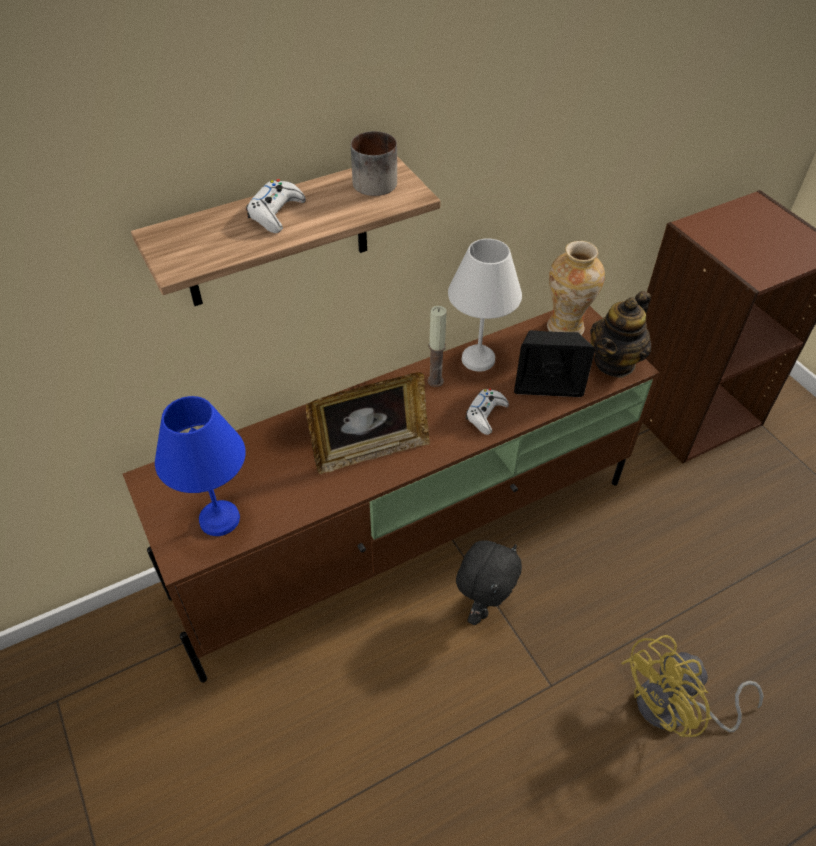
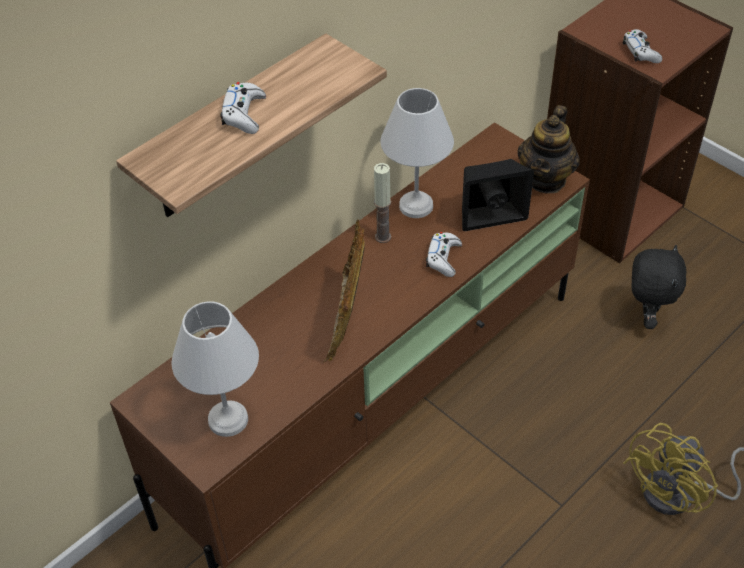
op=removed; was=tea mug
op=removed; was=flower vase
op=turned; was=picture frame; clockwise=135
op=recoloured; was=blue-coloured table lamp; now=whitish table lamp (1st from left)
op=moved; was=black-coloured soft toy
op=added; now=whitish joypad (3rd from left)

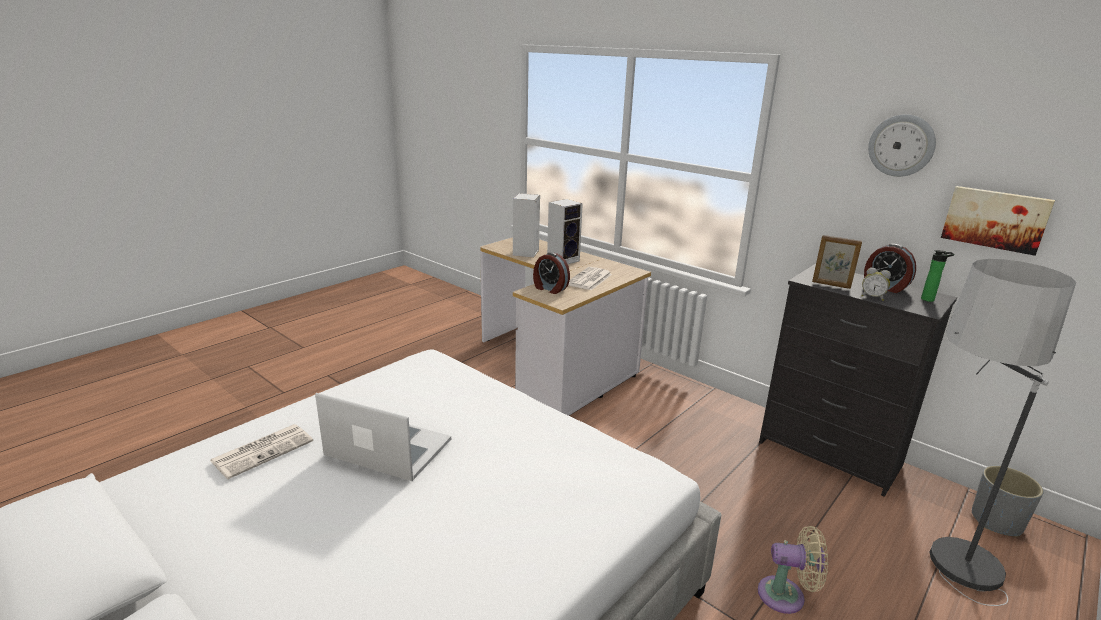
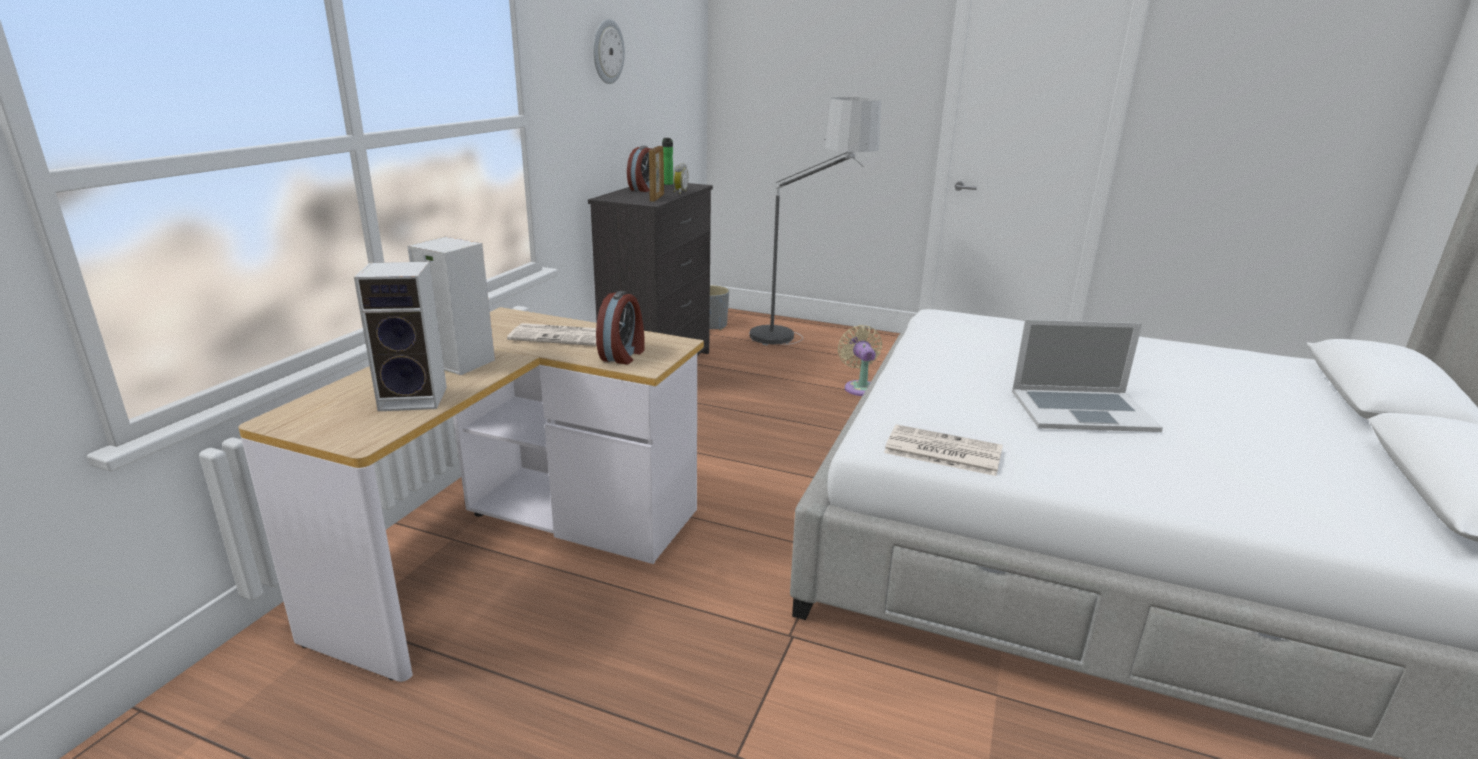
op=removed; was=wall picture
op=turned; was=notebook computer; clockwise=-90
op=moved; was=newspaper (1st from left in the first image); now=newspaper (2nd from left)

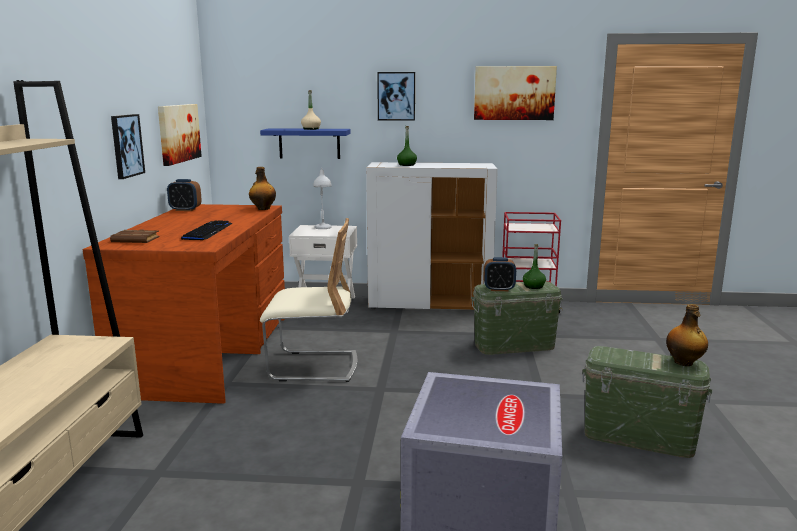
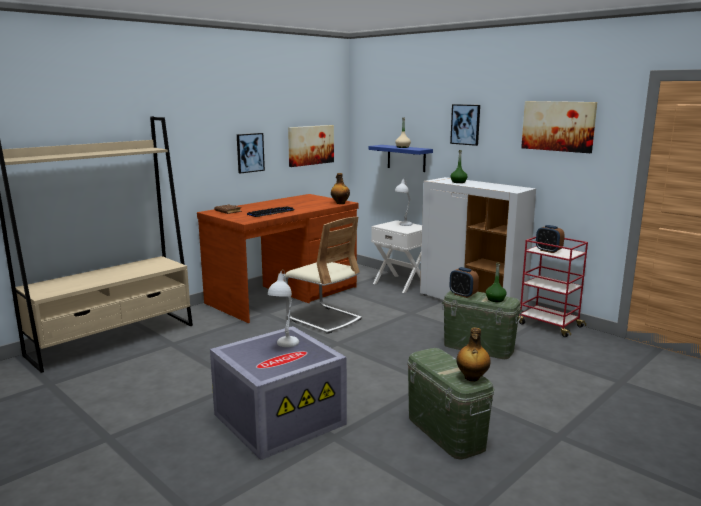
op=moved; was=alarm clock (1st from left in the first image); now=alarm clock (2nd from left)
op=added; now=whitish table lamp (1st from left)

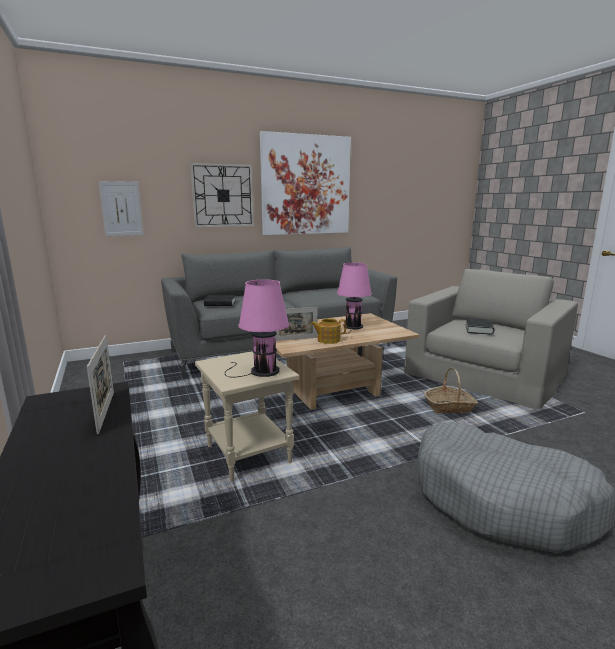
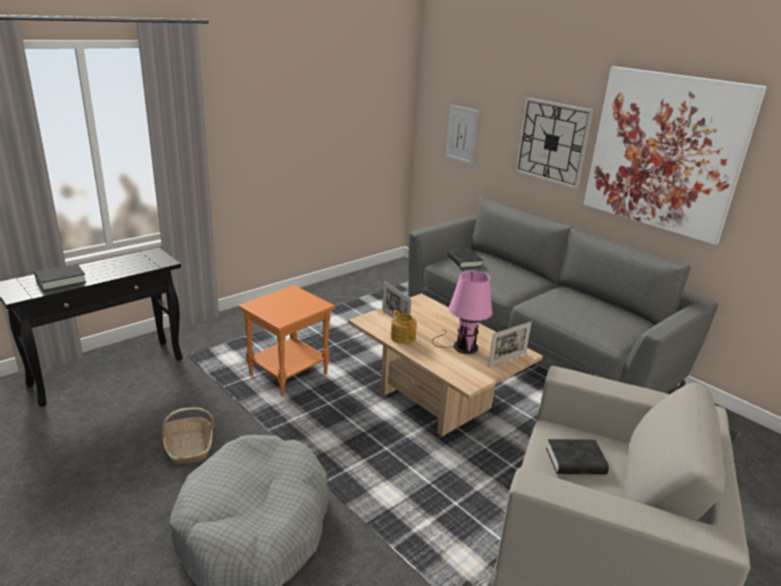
op=removed; was=pink-coloured table lamp (1st from left)
op=moved; was=picture frame (1st from left in the first image); now=picture frame (2nd from left)
op=recoloured; was=beige-coloured accent table; now=orange-coloured accent table
op=moved; was=household basket
op=added; now=black-coloured bound book (1st from left)

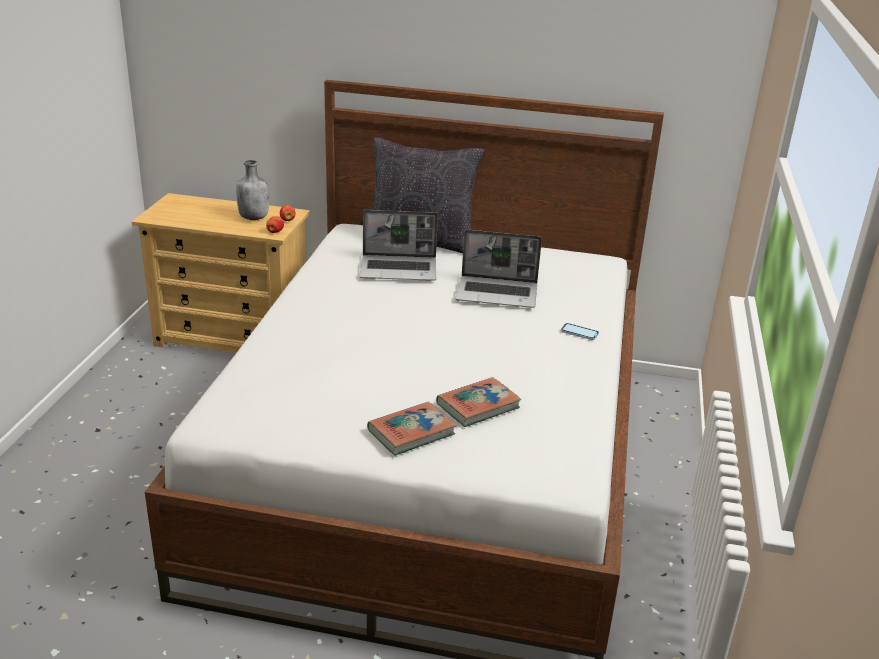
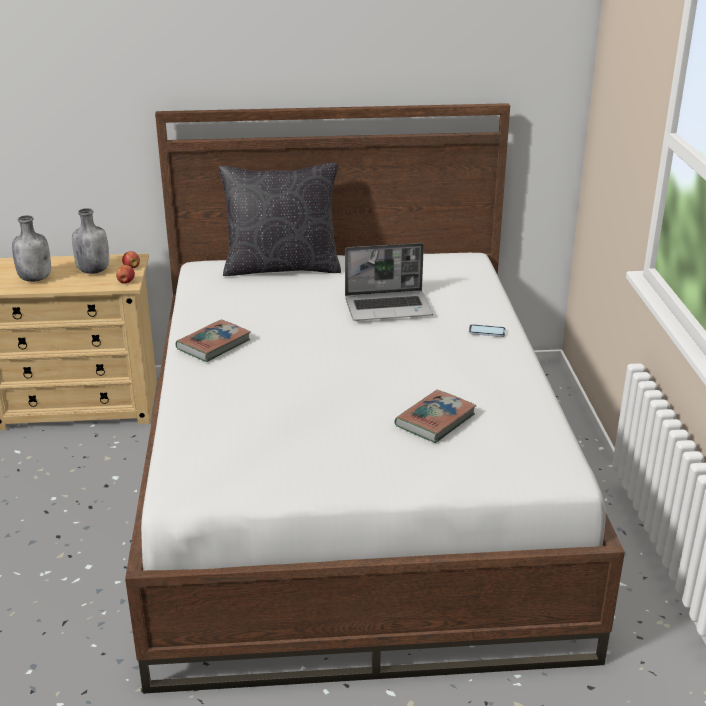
op=removed; was=notebook computer (1st from left)
op=moved; was=bound book (1st from left)
op=added; now=grey bottle (1st from left)

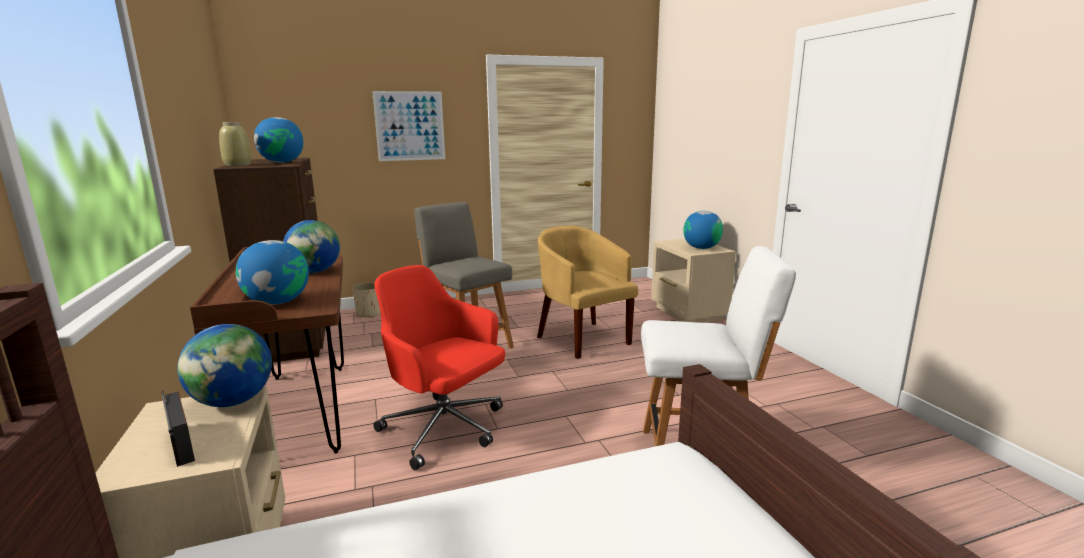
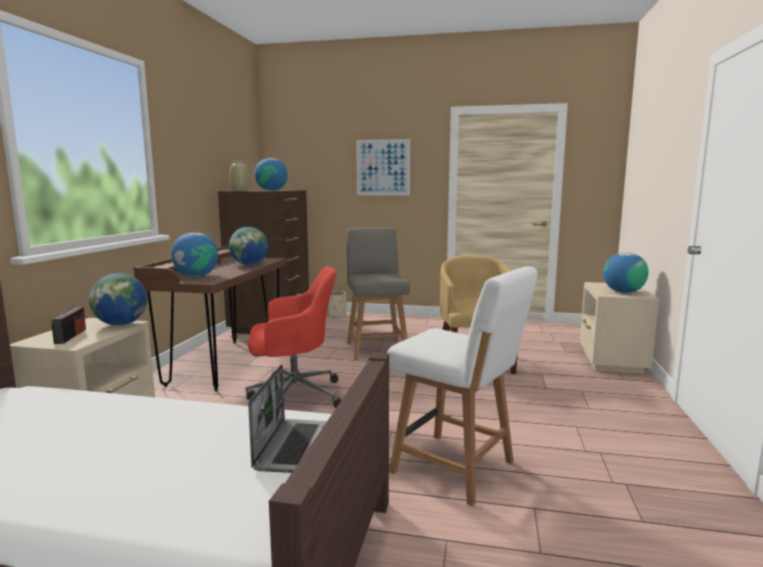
op=turned; was=reddish computer chair; clockwise=105
op=added; now=notebook computer

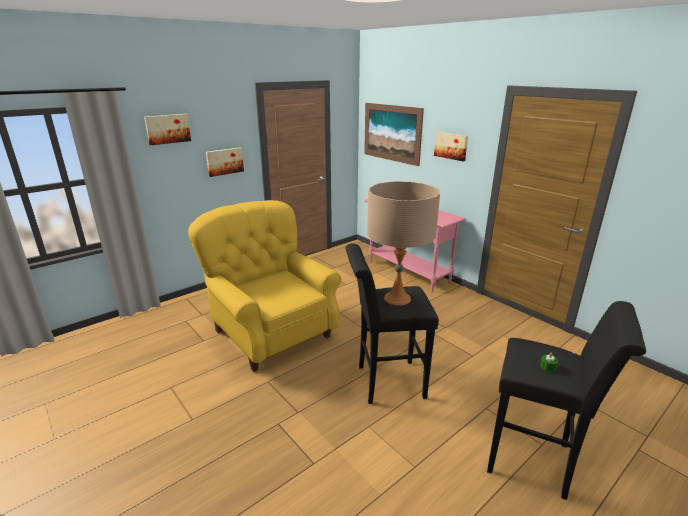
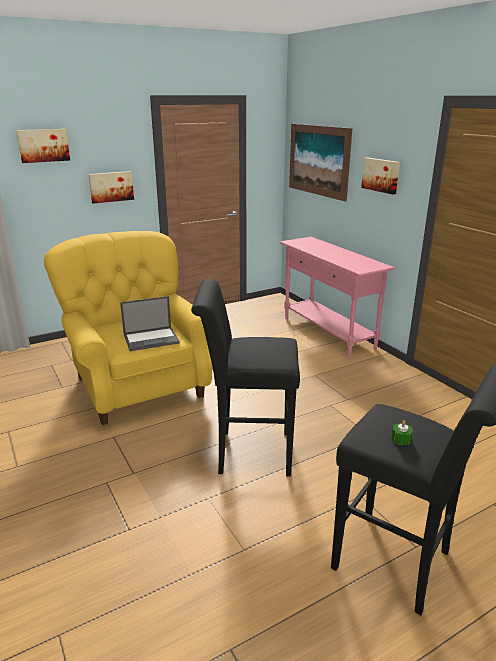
op=removed; was=beige-coloured table lamp
op=added; now=notebook computer

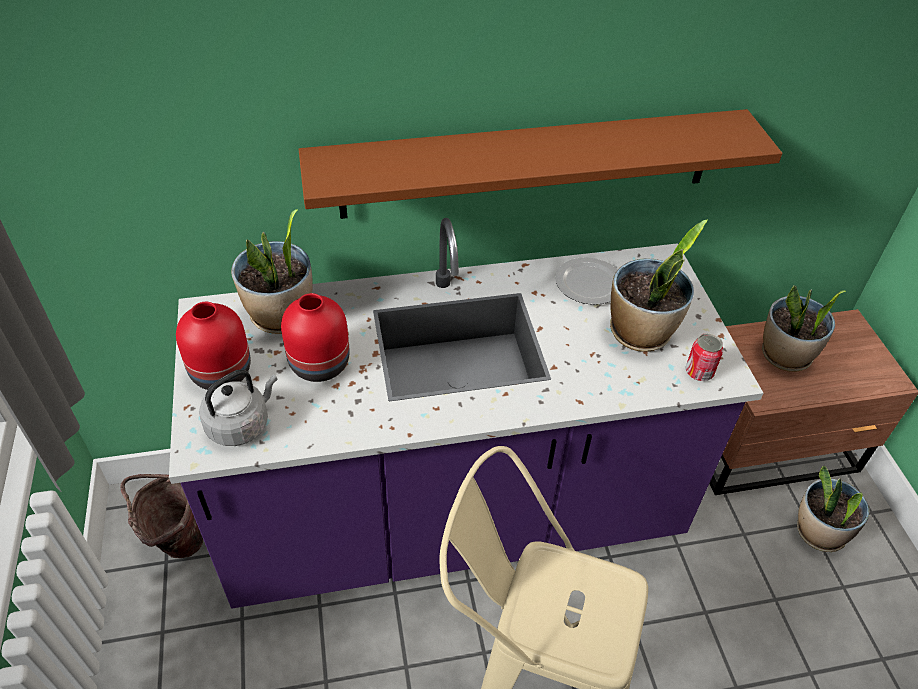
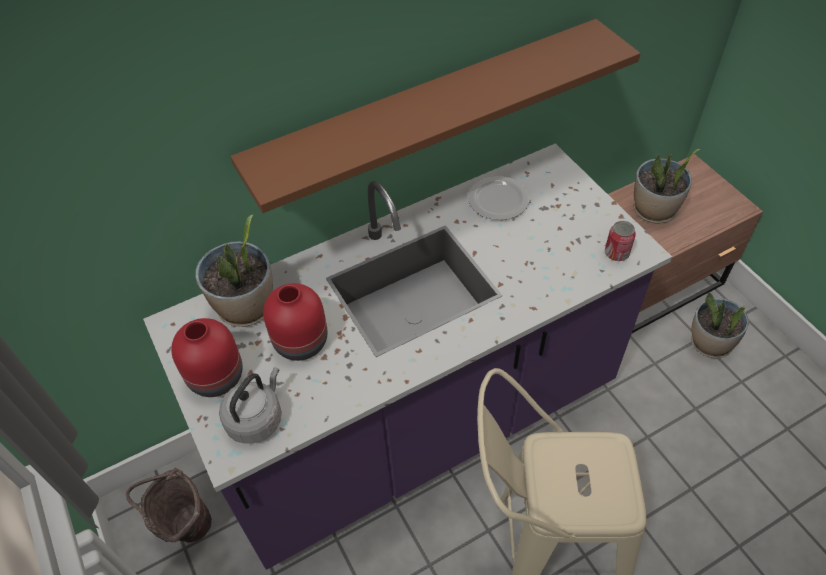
op=removed; was=houseplant (2nd from left)

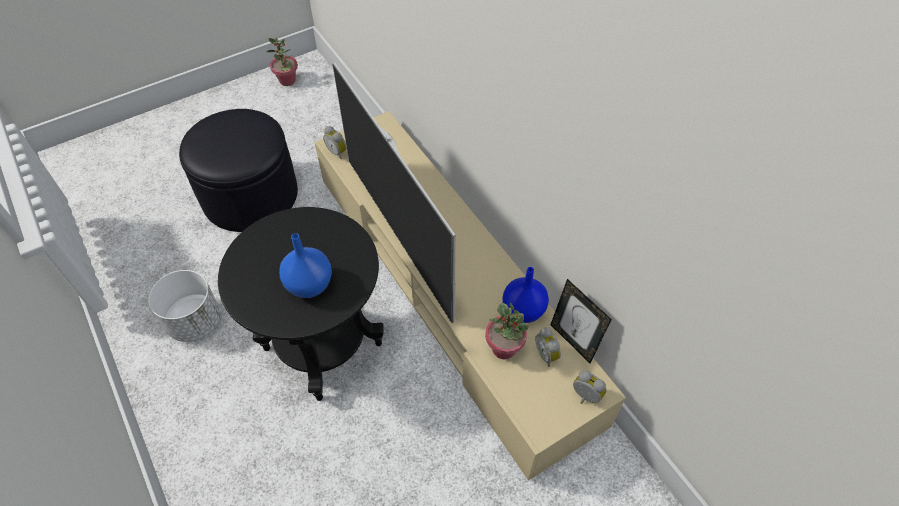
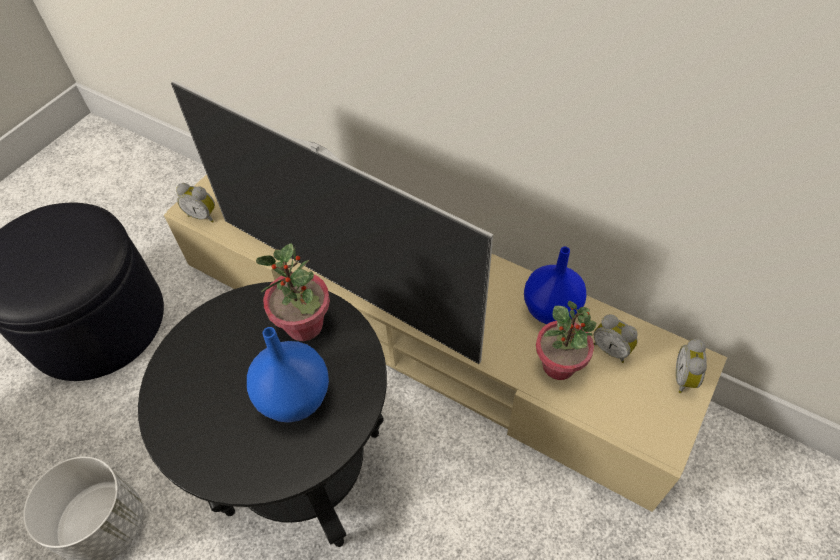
op=moved; was=houseplant (1st from left)
op=removed; was=picture frame
op=turned; was=alarm clock (3rd from left); clockwise=-90

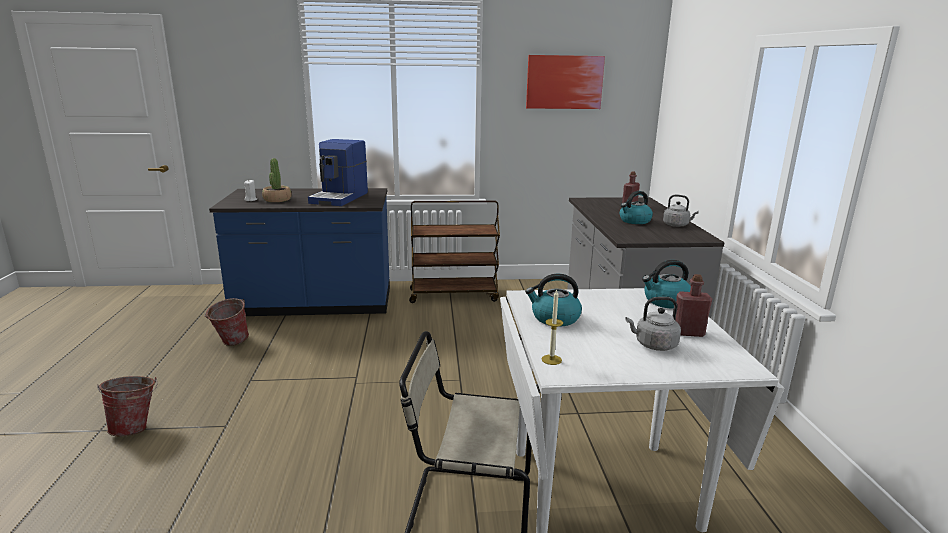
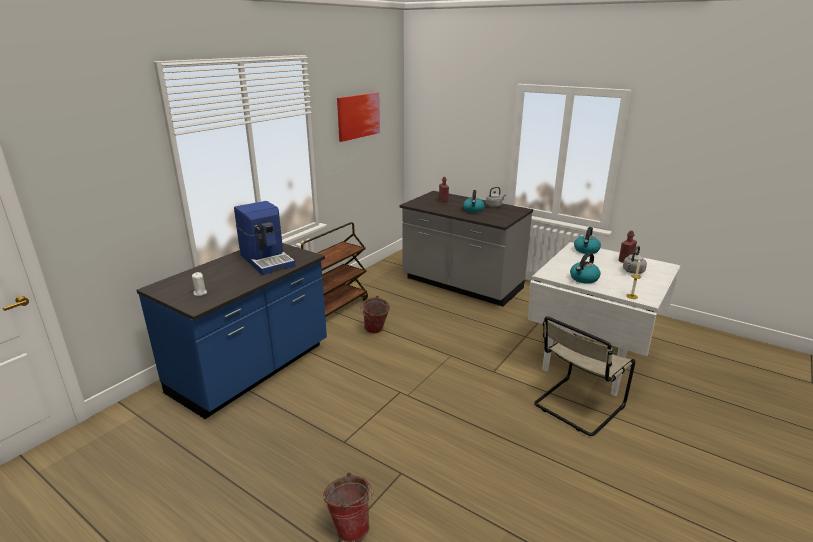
op=removed; was=houseplant
op=moved; was=water bucket (2nd from left)

